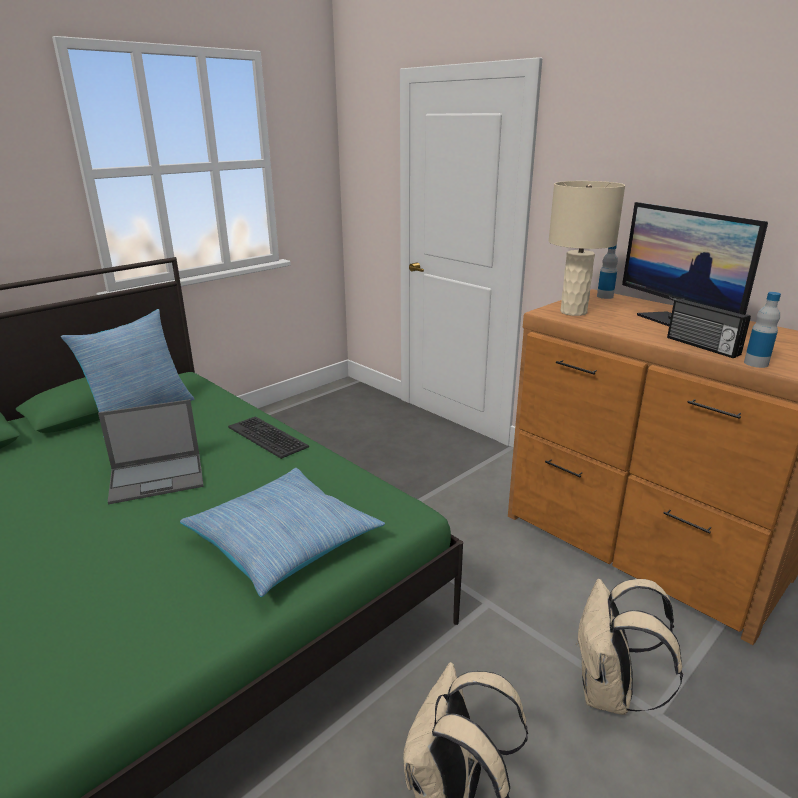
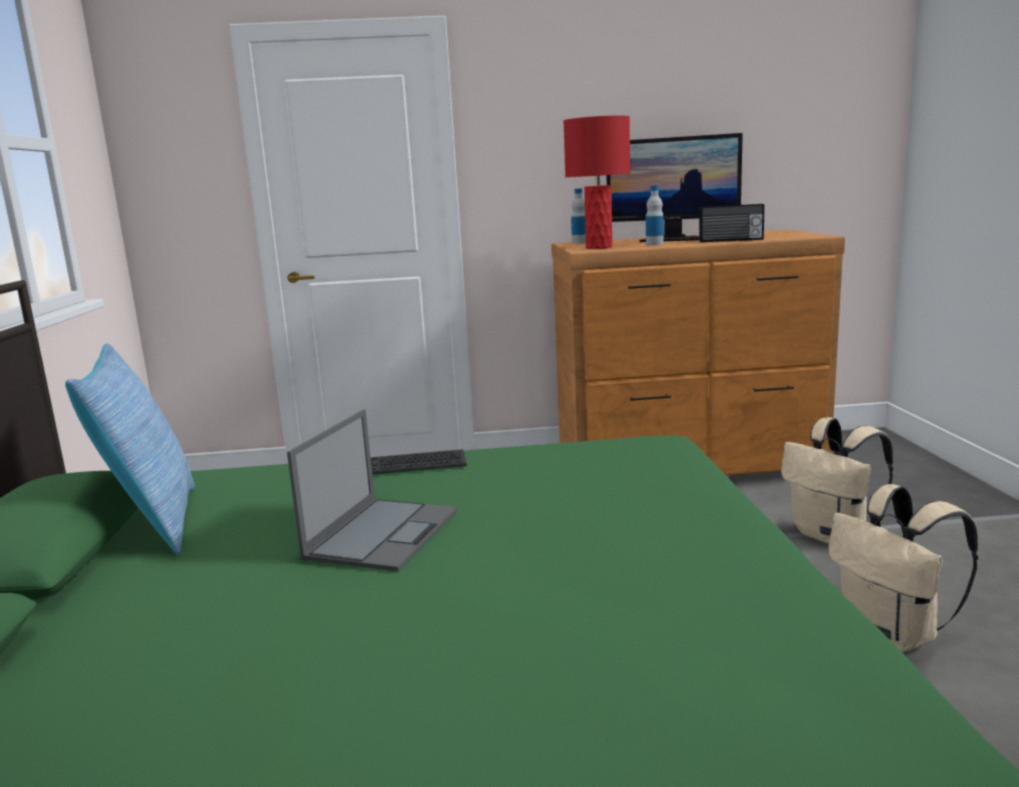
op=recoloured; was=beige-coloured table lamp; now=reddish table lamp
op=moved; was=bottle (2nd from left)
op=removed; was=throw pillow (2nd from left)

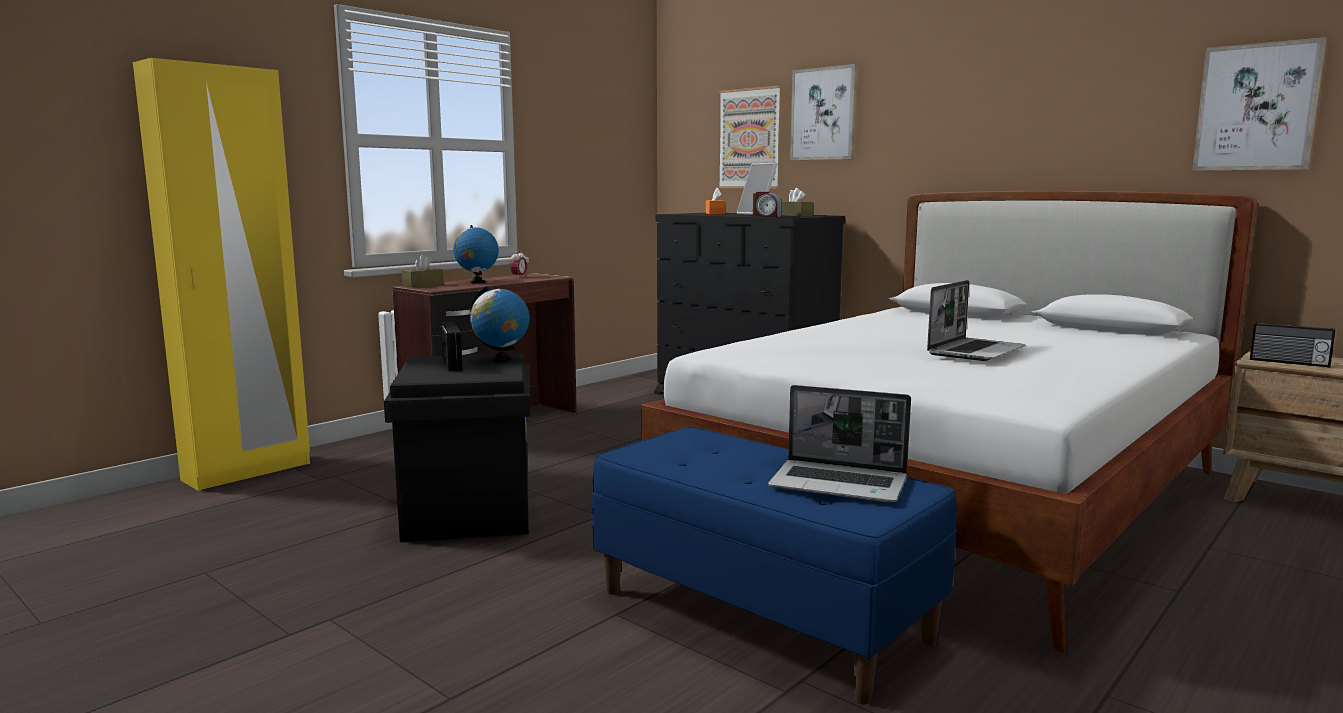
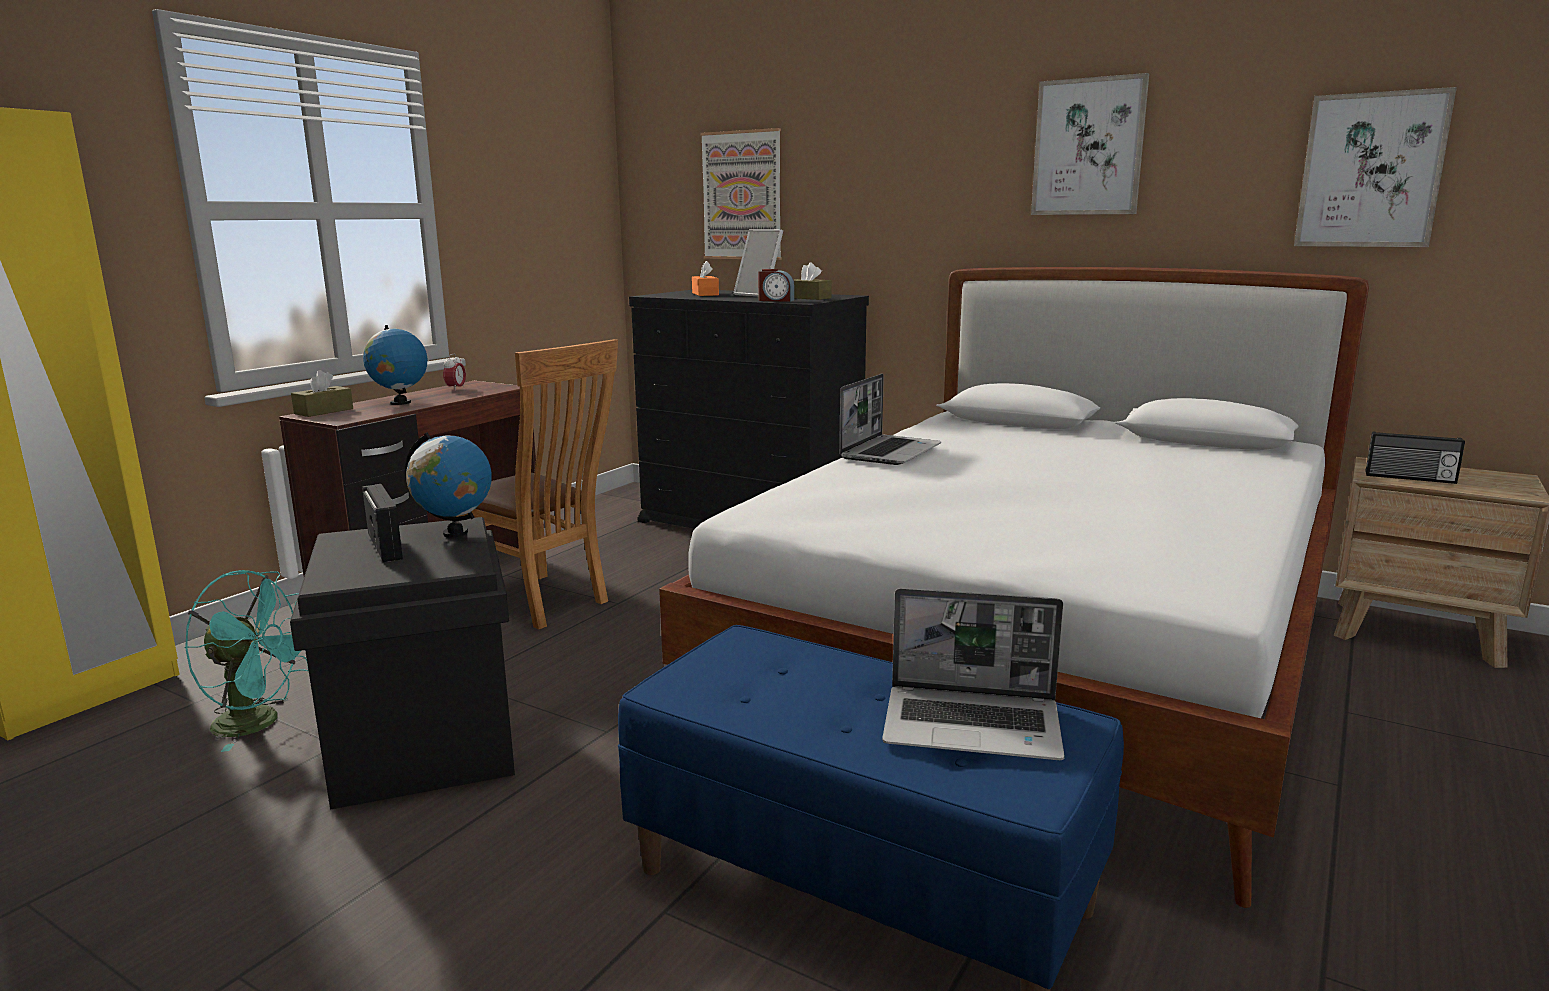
op=moved; was=wall picture (2nd from left)
op=moved; was=notebook computer (2nd from left in the first image); now=notebook computer (1st from left)
op=added; now=brown-coloured chair
op=added; now=turquoise-coloured fan

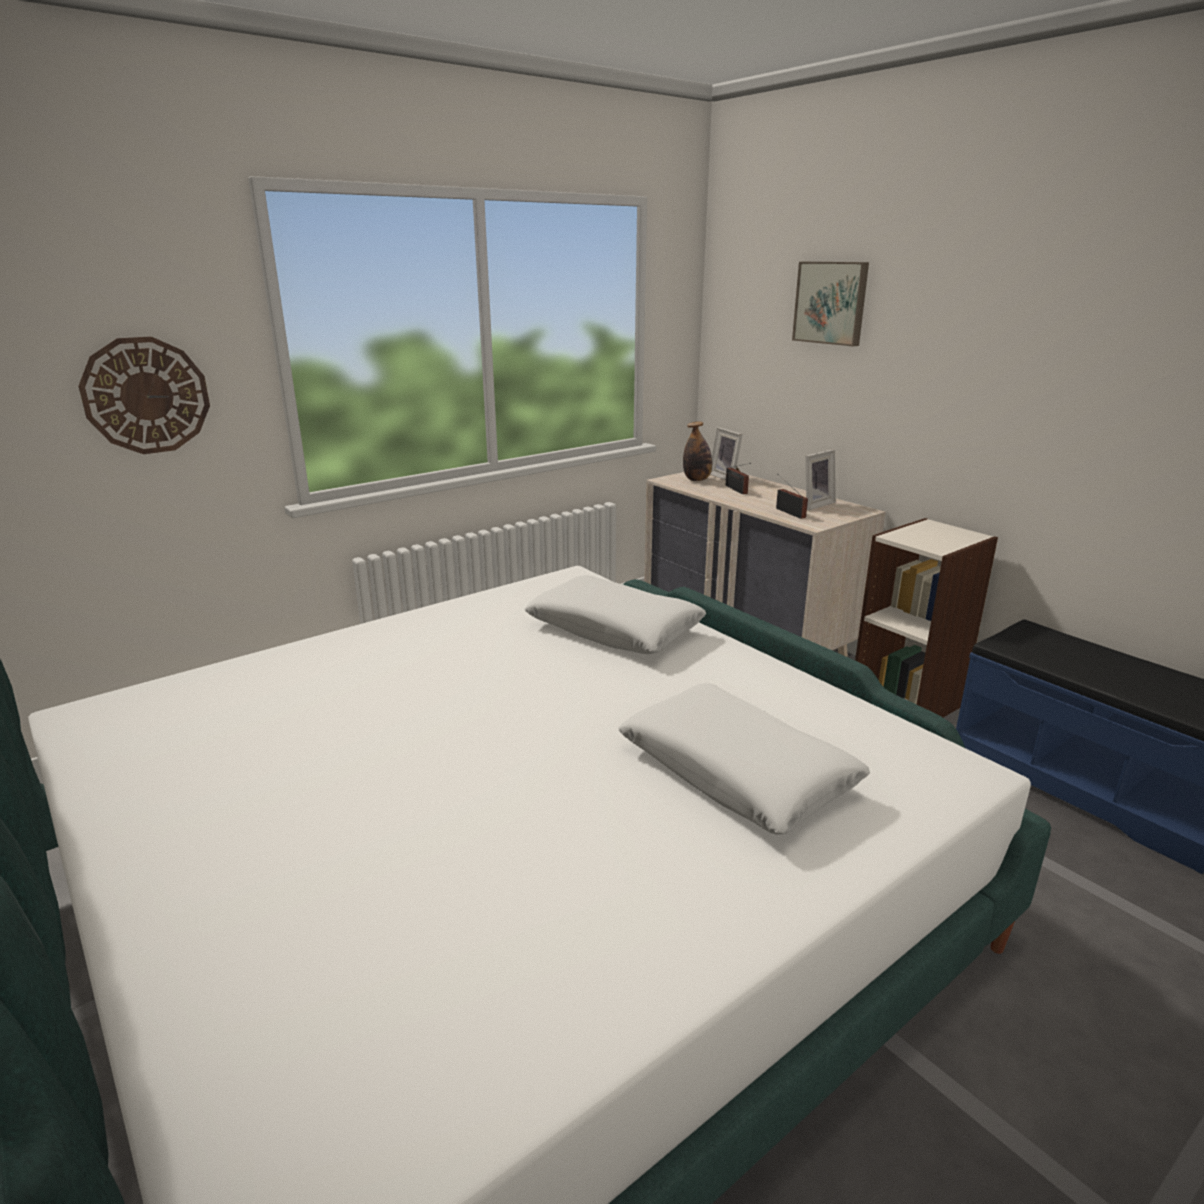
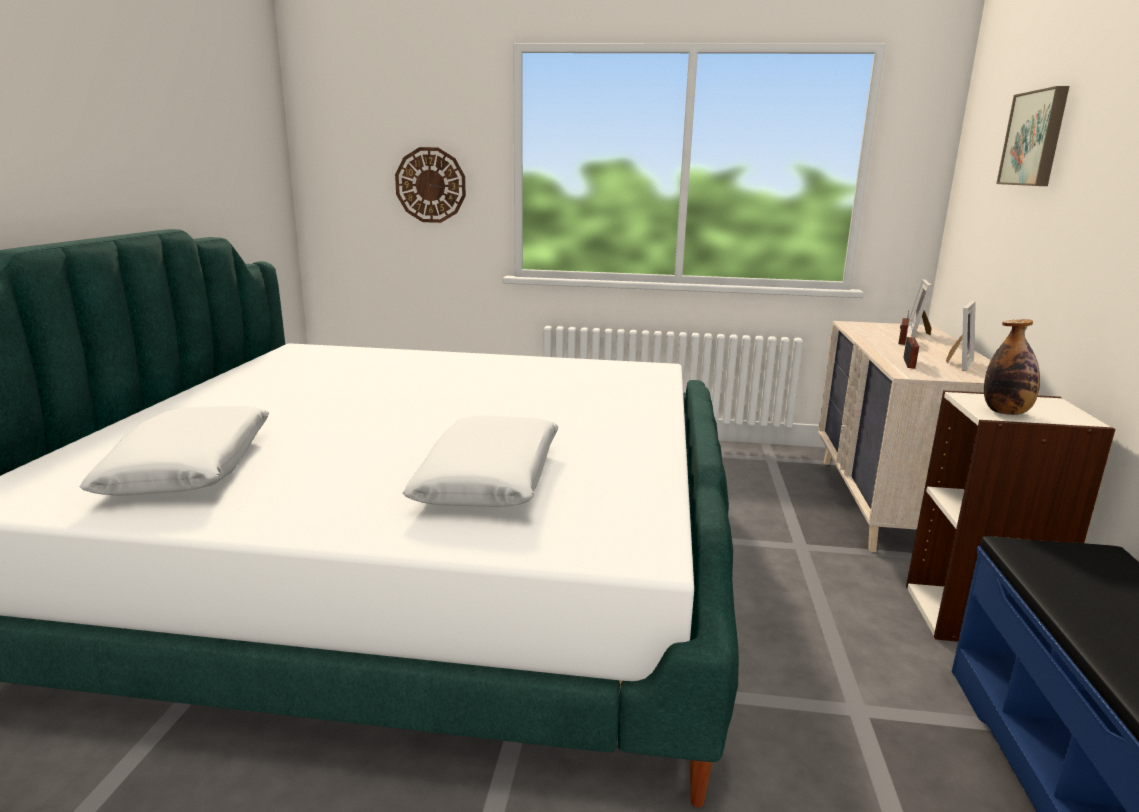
op=moved; was=bottle
op=turned; was=picture frame (2nd from left); clockwise=-60
op=moved; was=whitish throw pillow (1st from left)

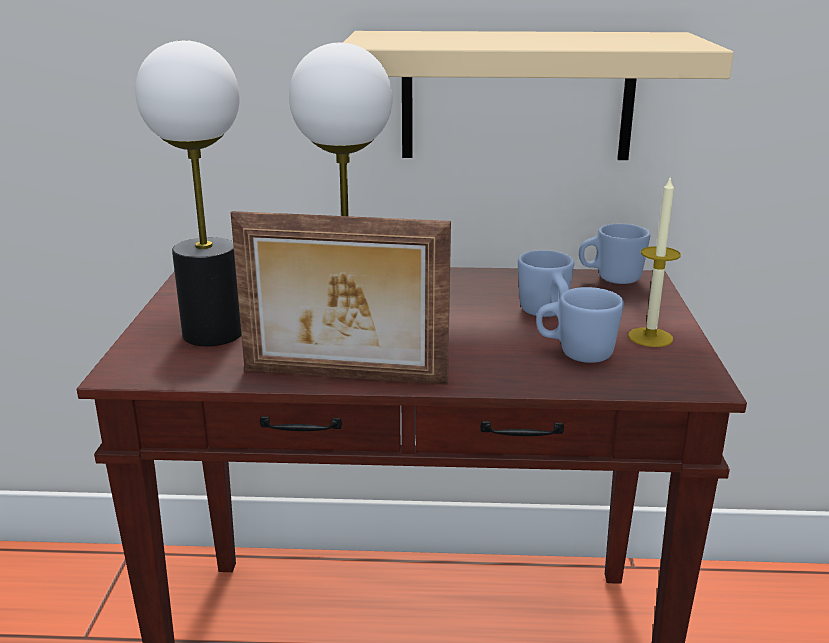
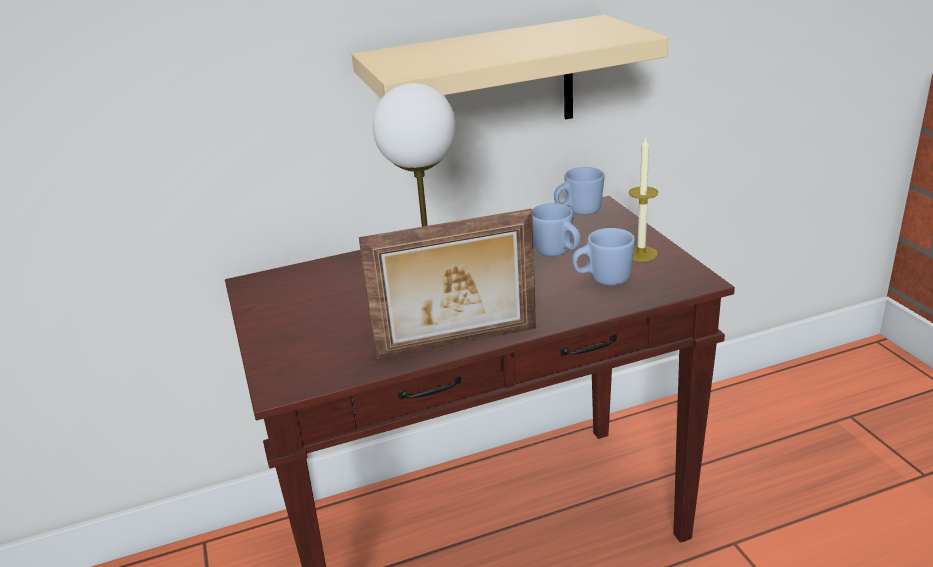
op=removed; was=table lamp (1st from left)

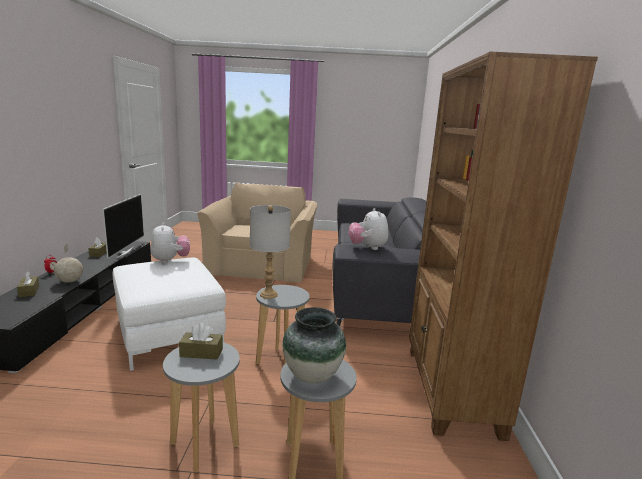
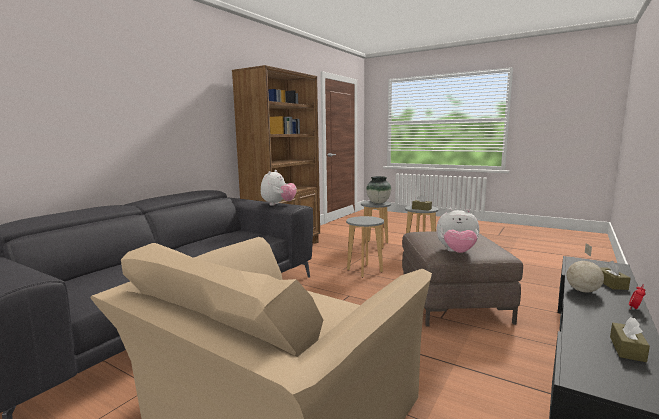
op=removed; was=TV set
op=removed; was=grey table lamp
op=turned; was=soft toy (1st from left in the first image); clockwise=-90
op=recoloured; was=whitish ottoman; now=brown-coloured ottoman

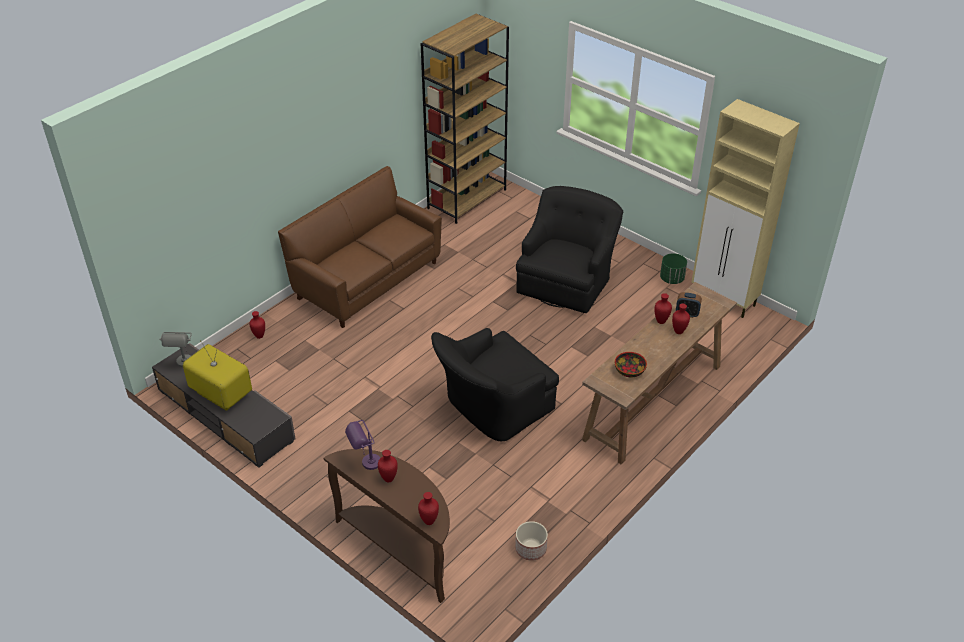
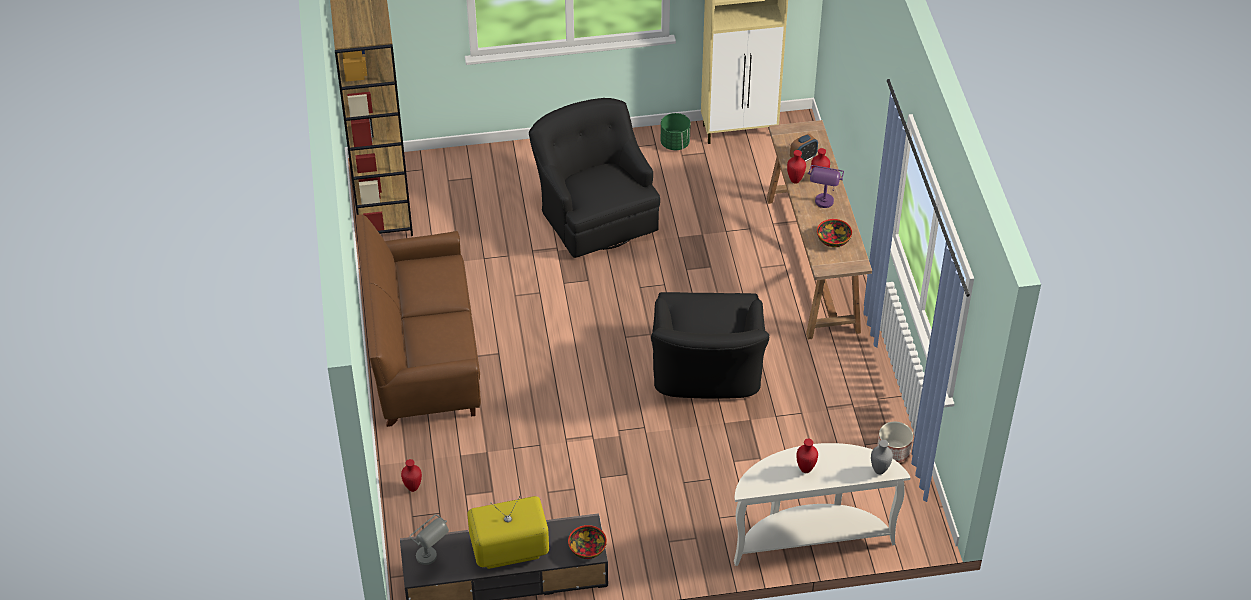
op=moved; was=purplish table lamp
op=recoloured; was=brown-coloured narrow table (1st from left); now=whitish narrow table
op=recoloured; was=reddish flower vase (3rd from left); now=grey flower vase
op=added; now=serving bowl (1st from left)

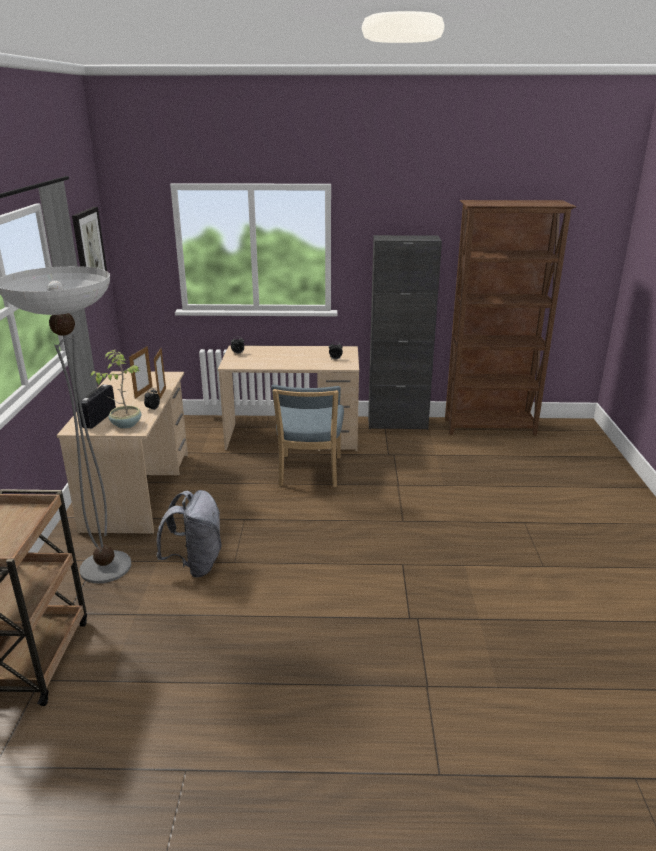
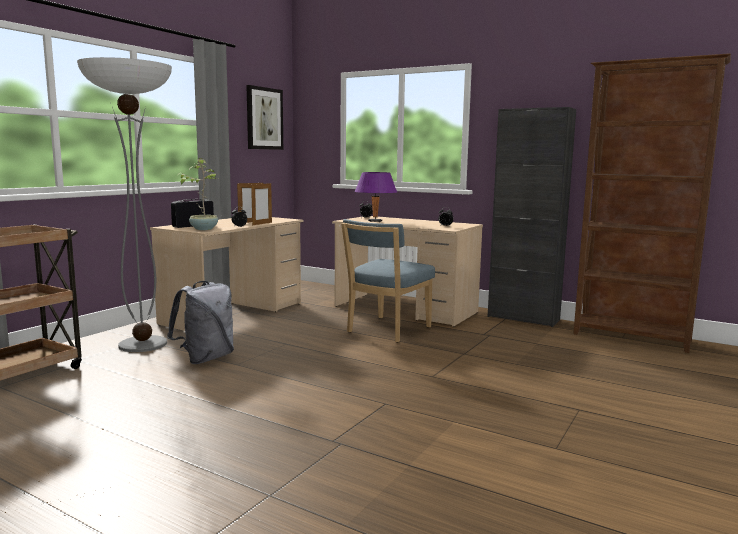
op=added; now=purplish table lamp

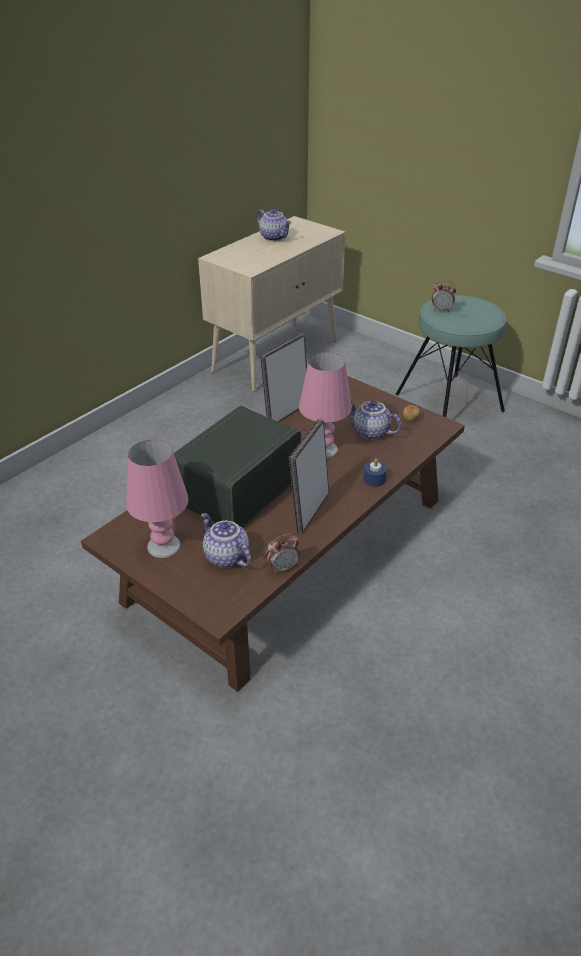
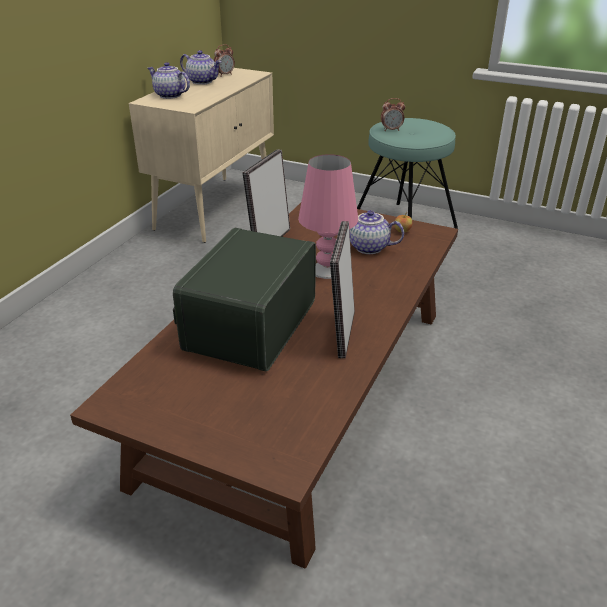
op=removed; was=pink-coloured table lamp (1st from left)
op=removed; was=blue-coloured wax candle
op=moved; was=pot for tea (1st from left)
op=moved; was=alarm clock (1st from left)

